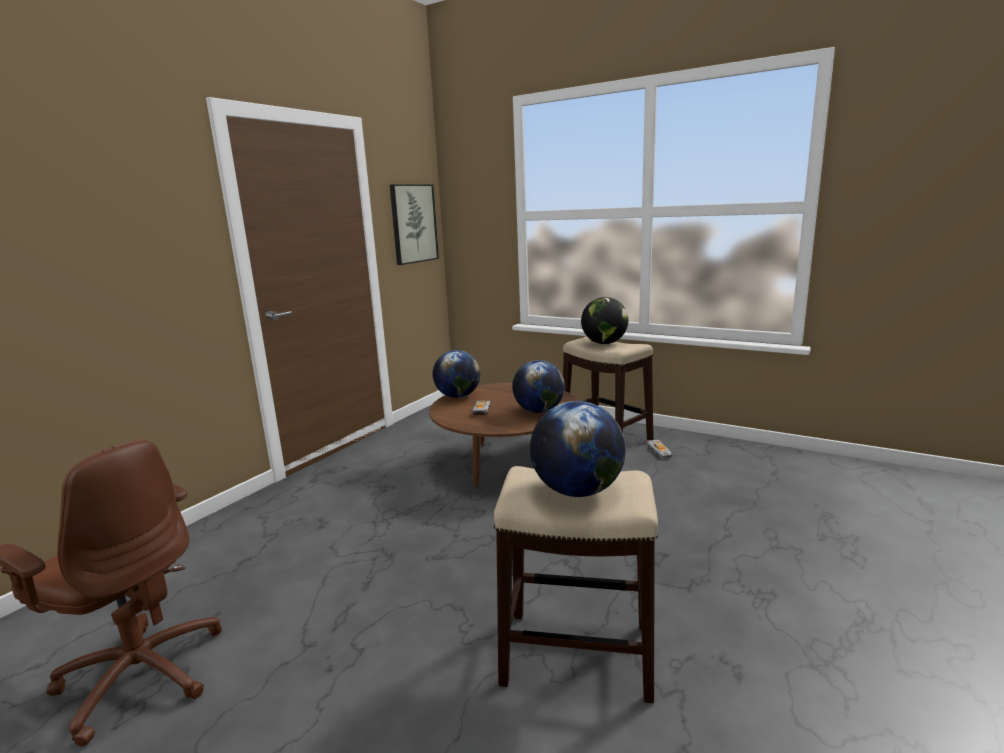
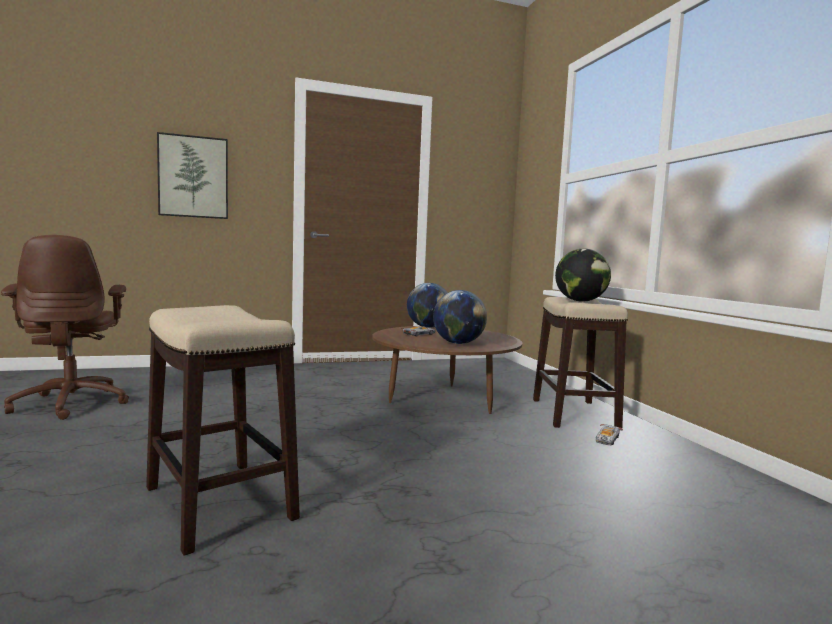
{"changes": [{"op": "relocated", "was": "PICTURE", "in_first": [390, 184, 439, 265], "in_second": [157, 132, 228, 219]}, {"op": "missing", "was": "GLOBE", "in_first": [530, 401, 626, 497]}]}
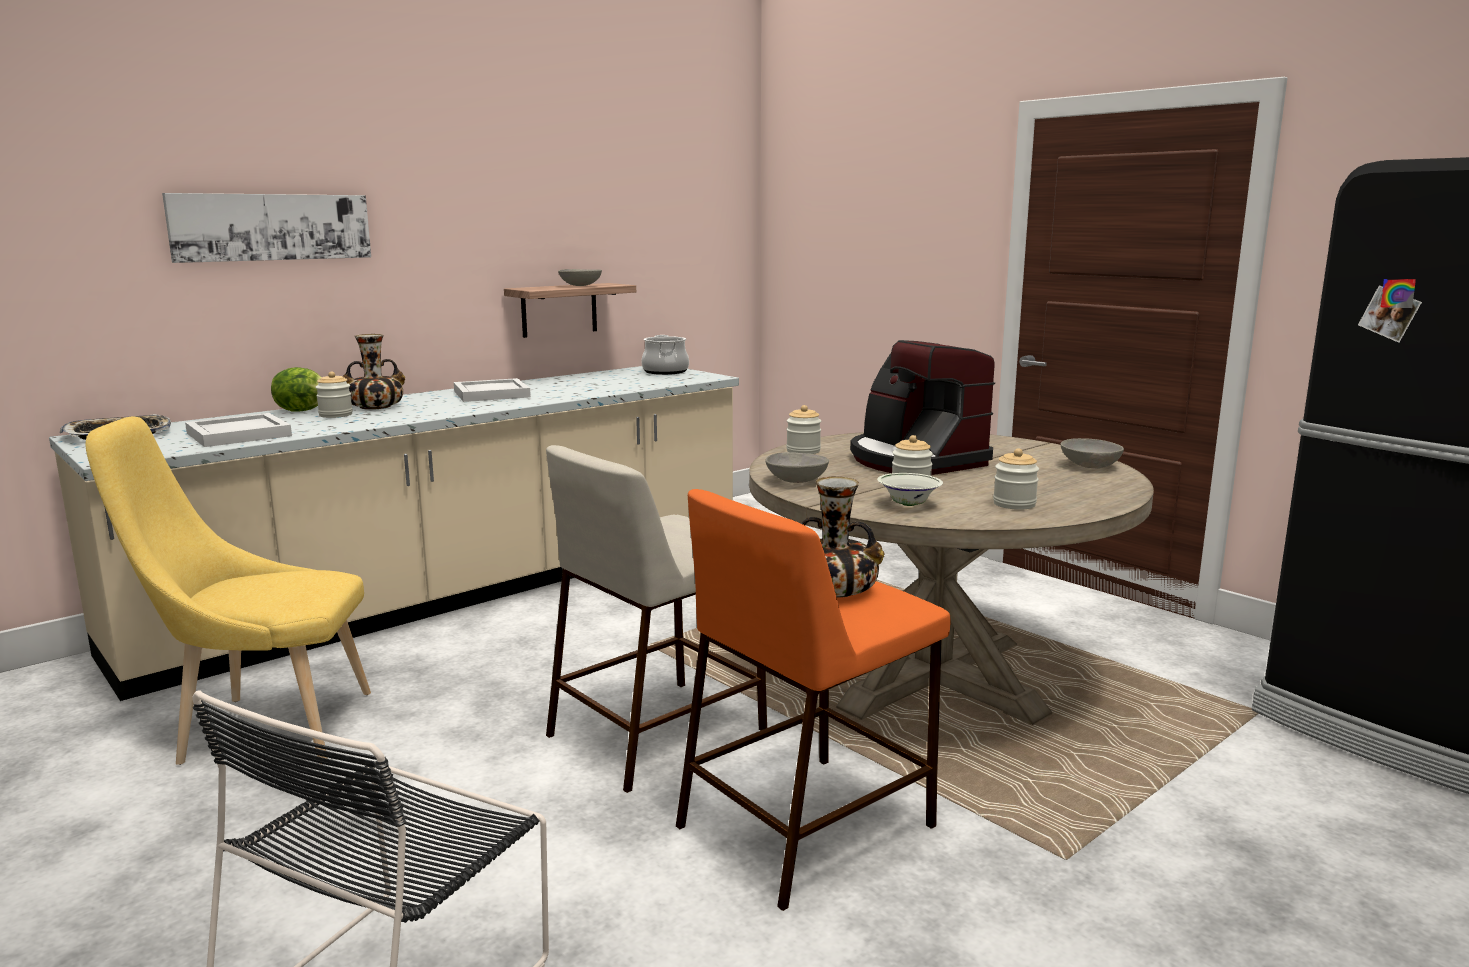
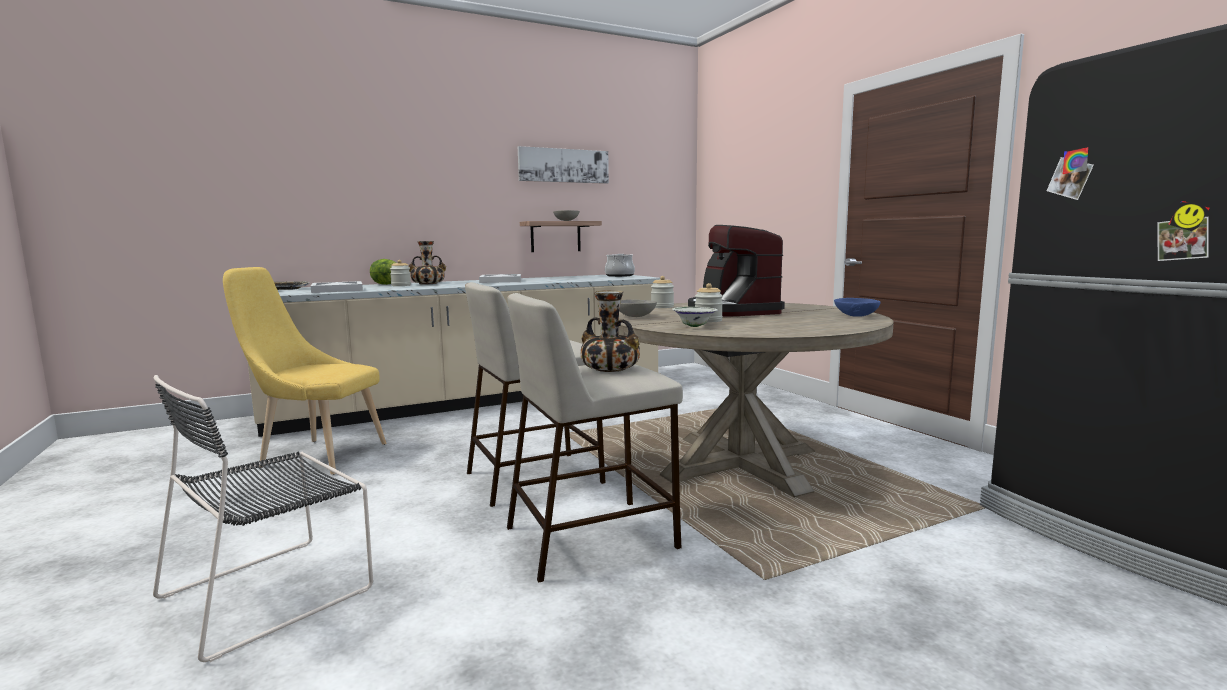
{"changes": [{"op": "relocated", "was": "PICTURE", "in_first": [162, 193, 371, 263], "in_second": [518, 146, 609, 184]}, {"op": "colour", "was": "ORANGE STOOL", "now": "BEIGE STOOL", "in_first": [676, 489, 950, 911], "in_second": [507, 293, 683, 582]}, {"op": "missing", "was": "JAR", "in_first": [993, 448, 1039, 510]}, {"op": "colour", "was": "GREY BOWL", "now": "BLUE BOWL", "in_first": [1060, 438, 1124, 468], "in_second": [834, 298, 881, 317]}]}
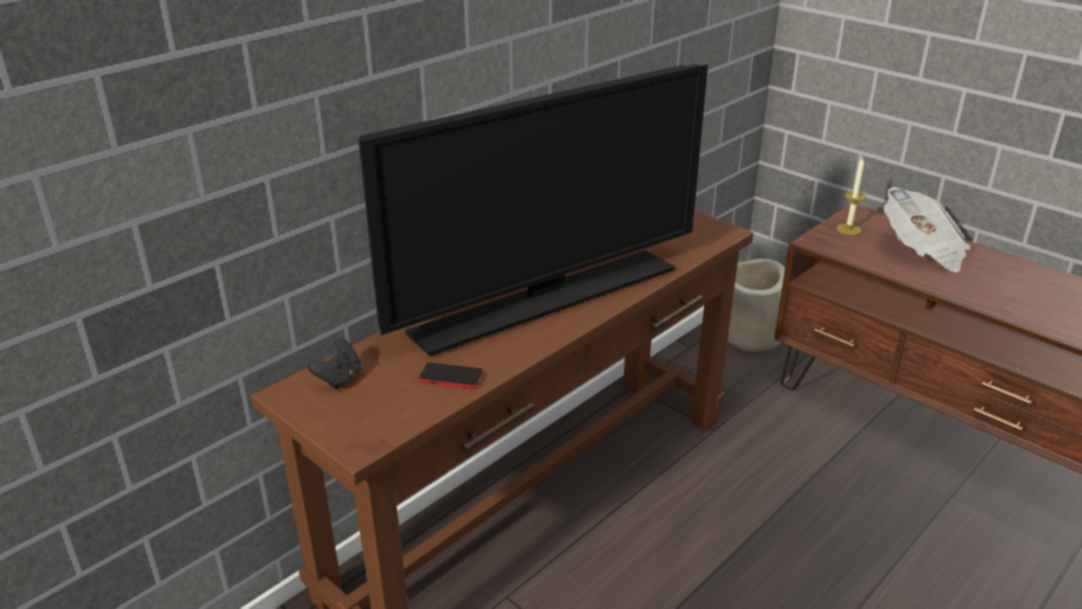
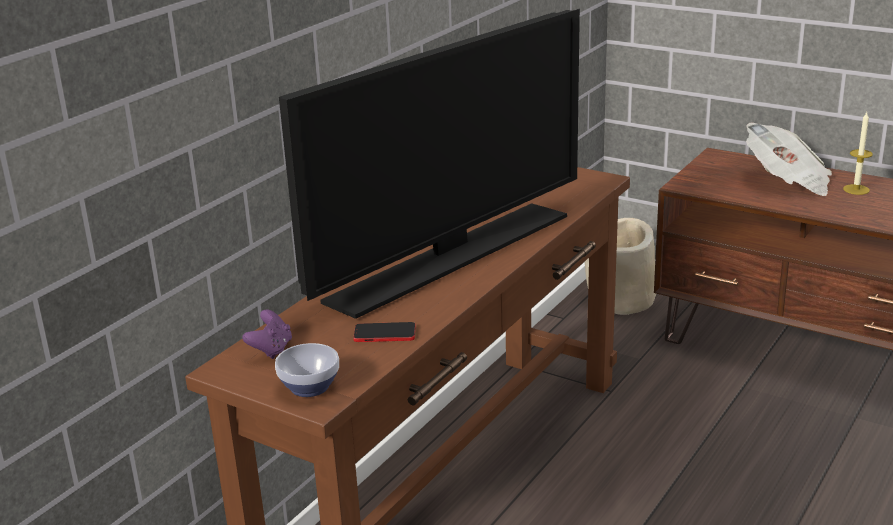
{"changes": [{"op": "colour", "was": "BLACK GAME CONTROLLER", "now": "PURPLE GAME CONTROLLER", "in_first": [308, 338, 361, 389], "in_second": [242, 310, 292, 359]}, {"op": "relocated", "was": "CANDLE", "in_first": [837, 157, 866, 235], "in_second": [843, 112, 873, 195]}, {"op": "appeared", "now": "BOWL", "in_second": [275, 343, 339, 397]}]}
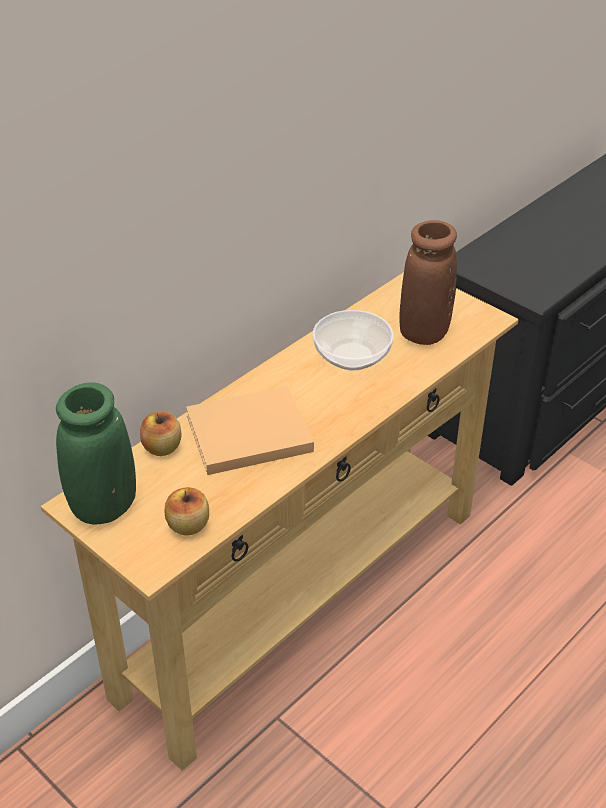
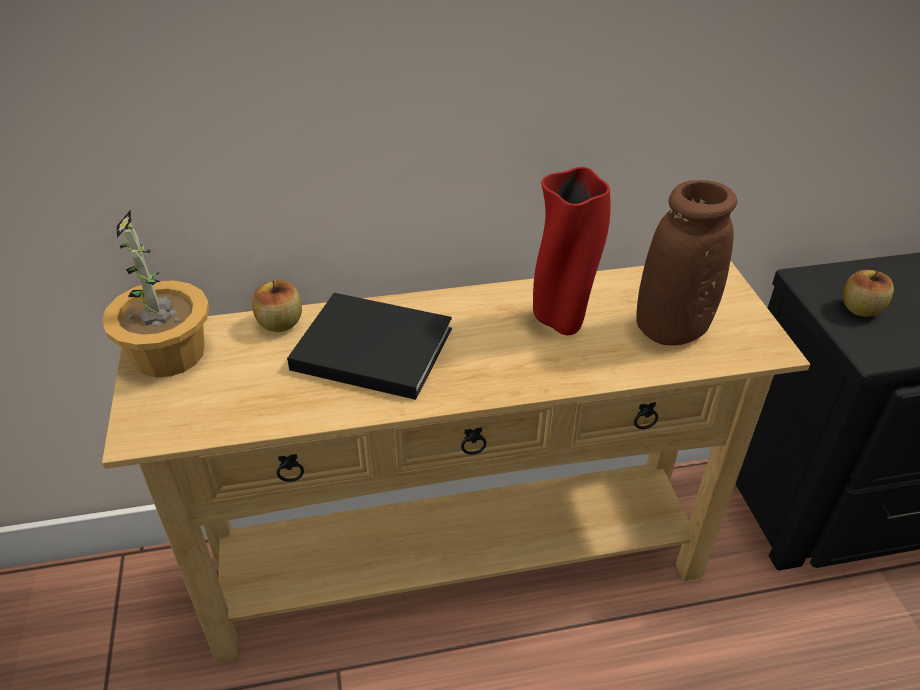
{"changes": [{"op": "exchanged", "was": "GREEN VASE", "now": "POTTED PLANT", "in_first": [56, 382, 136, 524], "in_second": [102, 210, 209, 378]}, {"op": "relocated", "was": "APPLE", "in_first": [165, 487, 209, 536], "in_second": [843, 270, 894, 317]}, {"op": "colour", "was": "BEIGE BOOK", "now": "BLACK BOOK", "in_first": [186, 386, 314, 475], "in_second": [287, 293, 452, 400]}, {"op": "exchanged", "was": "BOWL", "now": "RED VASE", "in_first": [313, 310, 394, 371], "in_second": [533, 167, 611, 335]}]}
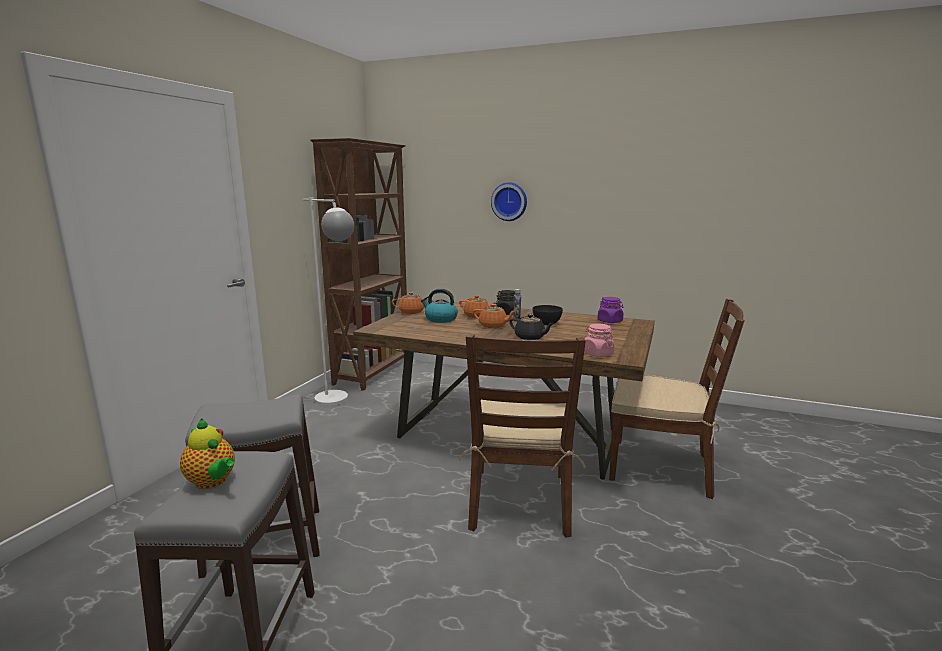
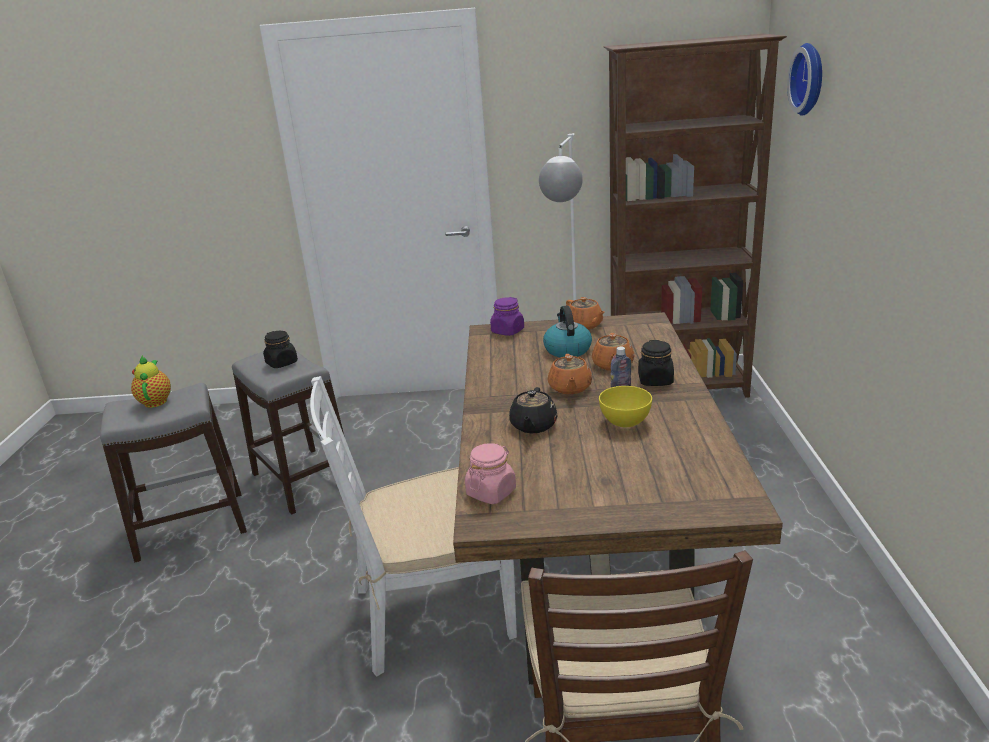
{"changes": [{"op": "spun", "was": "TEAPOT", "in_first": [180, 418, 235, 489], "in_second": [131, 355, 171, 408], "clockwise": 150}, {"op": "colour", "was": "BROWN CHAIR", "now": "WHITE CHAIR", "in_first": [458, 334, 586, 538], "in_second": [310, 376, 517, 677]}, {"op": "relocated", "was": "WALL CLOCK", "in_first": [491, 182, 527, 221], "in_second": [787, 43, 822, 116]}, {"op": "colour", "was": "BLACK BOWL", "now": "YELLOW BOWL", "in_first": [533, 305, 563, 325], "in_second": [599, 386, 652, 427]}, {"op": "relocated", "was": "PURPLE JAR", "in_first": [597, 297, 623, 323], "in_second": [490, 297, 524, 336]}, {"op": "appeared", "now": "BLACK JAR", "in_second": [263, 331, 298, 368]}]}
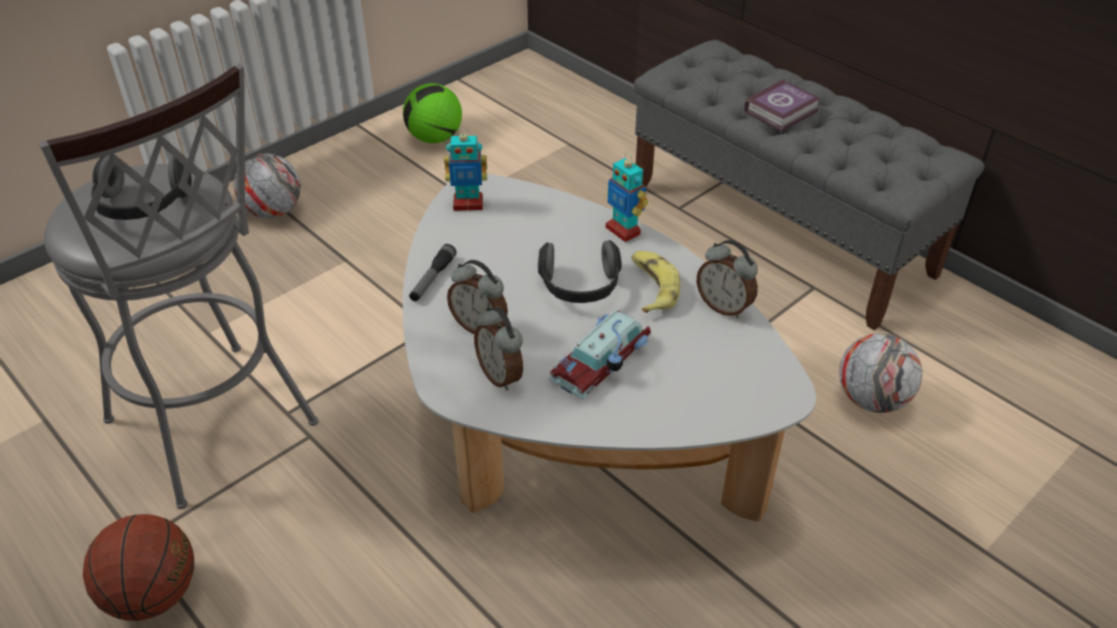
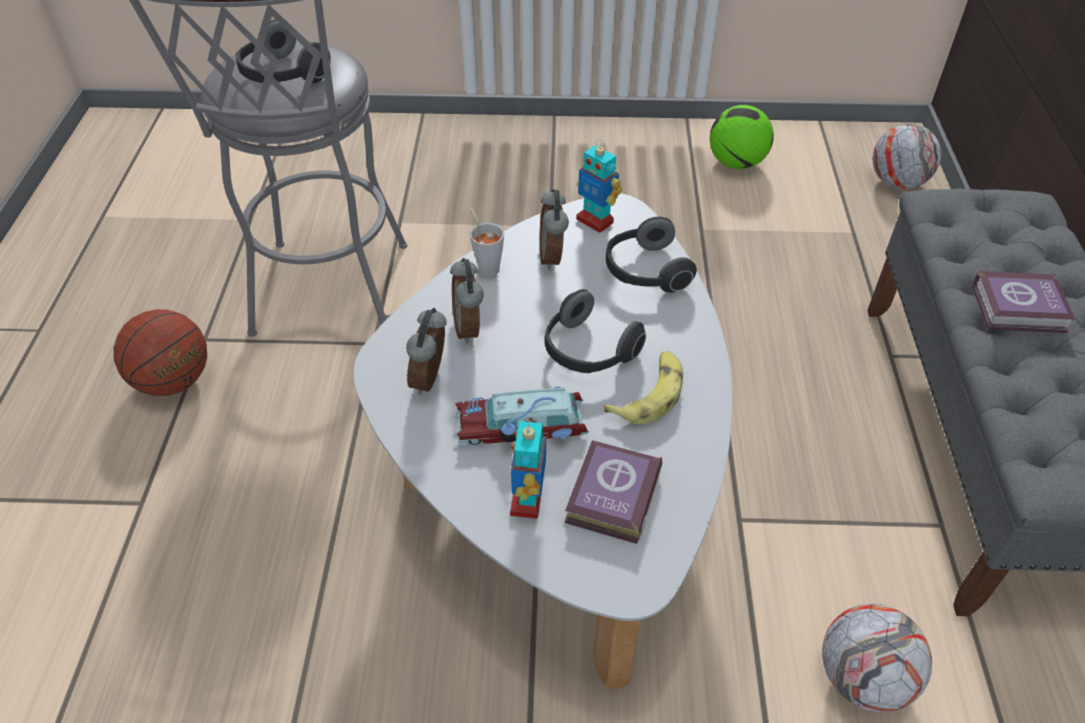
{"changes": [{"op": "relocated", "was": "FOOTBALL", "in_first": [234, 154, 301, 218], "in_second": [873, 124, 941, 189]}, {"op": "exchanged", "was": "FLASHLIGHT", "now": "GREY CUP", "in_first": [409, 244, 457, 301], "in_second": [470, 207, 504, 277]}, {"op": "relocated", "was": "TOY ROBOT", "in_first": [606, 152, 648, 242], "in_second": [510, 420, 546, 519]}, {"op": "relocated", "was": "ALARM CLOCK", "in_first": [697, 240, 758, 318], "in_second": [539, 189, 569, 271]}, {"op": "appeared", "now": "BOOK", "in_second": [565, 440, 662, 544]}, {"op": "appeared", "now": "HEADPHONES", "in_second": [606, 217, 697, 293]}]}
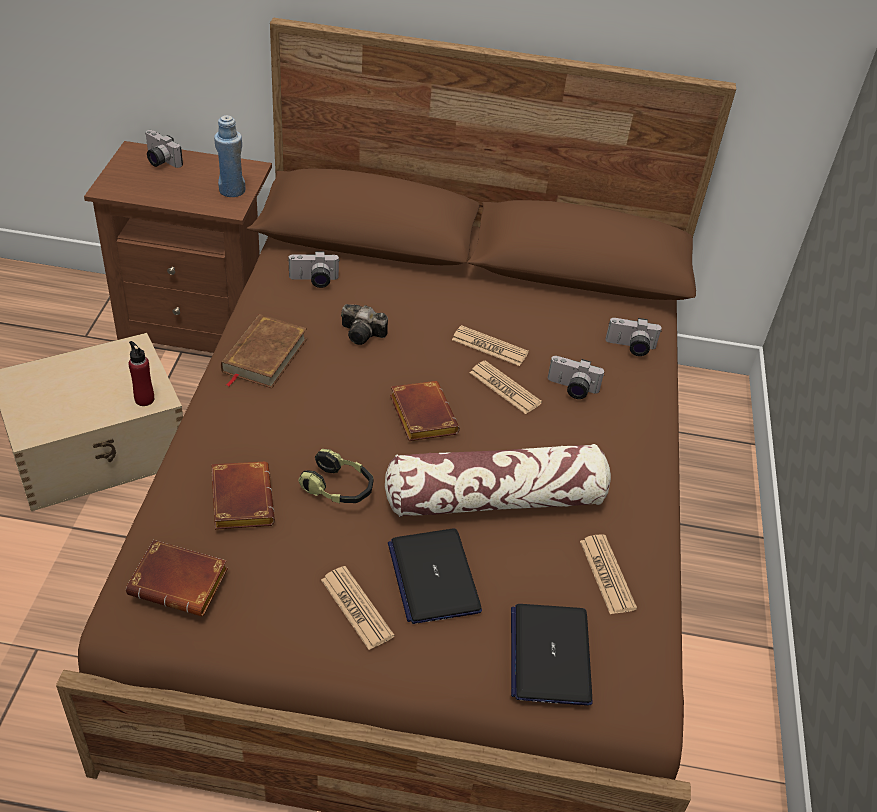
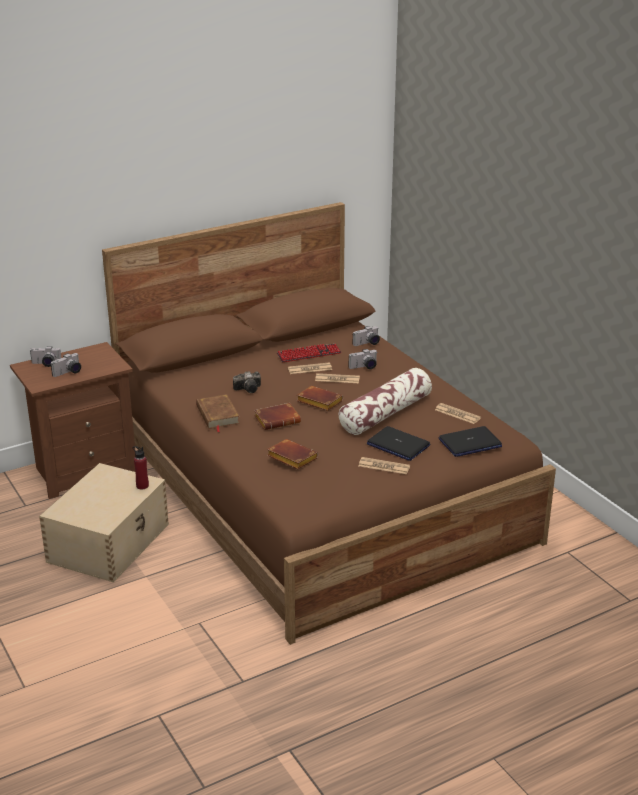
{"changes": [{"op": "relocated", "was": "BROWN BOOK", "in_first": [126, 540, 228, 616], "in_second": [254, 403, 301, 430]}, {"op": "missing", "was": "BLUE BOTTLE", "in_first": [214, 115, 245, 197]}, {"op": "relocated", "was": "PHOTO CAMERA", "in_first": [288, 251, 339, 288], "in_second": [51, 353, 81, 377]}, {"op": "missing", "was": "HEADPHONES", "in_first": [298, 449, 374, 503]}, {"op": "spun", "was": "LAPTOP", "in_first": [511, 604, 593, 705], "in_second": [439, 426, 502, 457], "clockwise": -75}, {"op": "appeared", "now": "KEYBOARD", "in_second": [277, 344, 342, 362]}]}
